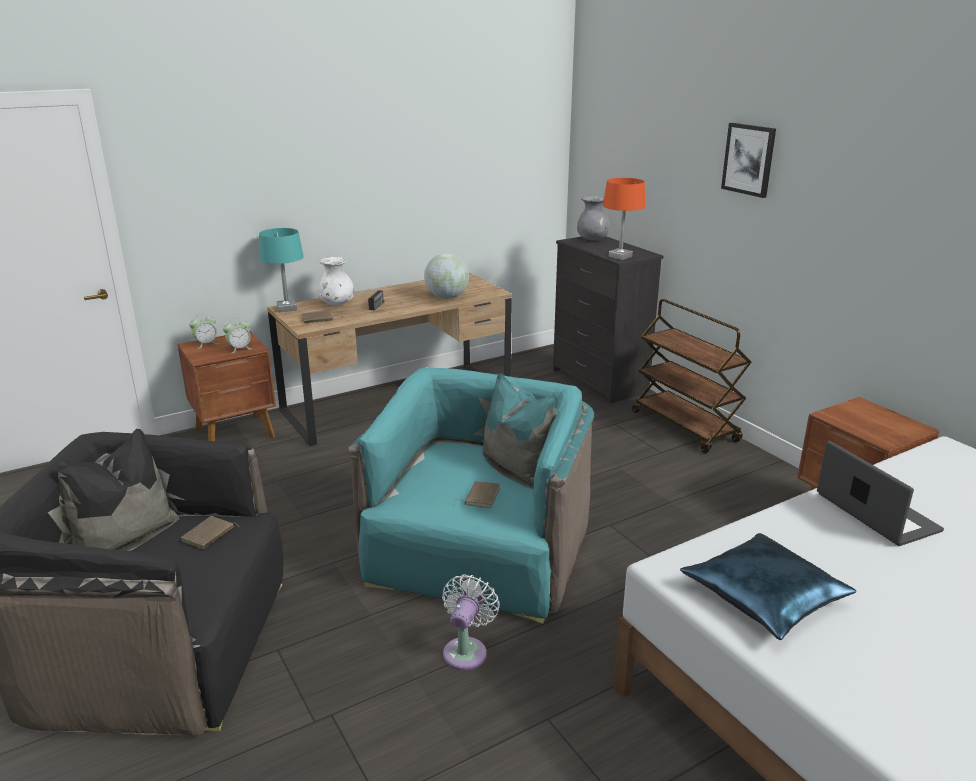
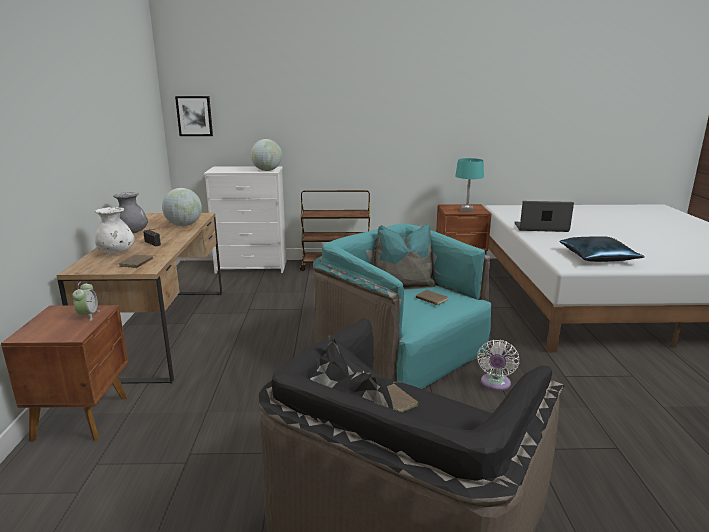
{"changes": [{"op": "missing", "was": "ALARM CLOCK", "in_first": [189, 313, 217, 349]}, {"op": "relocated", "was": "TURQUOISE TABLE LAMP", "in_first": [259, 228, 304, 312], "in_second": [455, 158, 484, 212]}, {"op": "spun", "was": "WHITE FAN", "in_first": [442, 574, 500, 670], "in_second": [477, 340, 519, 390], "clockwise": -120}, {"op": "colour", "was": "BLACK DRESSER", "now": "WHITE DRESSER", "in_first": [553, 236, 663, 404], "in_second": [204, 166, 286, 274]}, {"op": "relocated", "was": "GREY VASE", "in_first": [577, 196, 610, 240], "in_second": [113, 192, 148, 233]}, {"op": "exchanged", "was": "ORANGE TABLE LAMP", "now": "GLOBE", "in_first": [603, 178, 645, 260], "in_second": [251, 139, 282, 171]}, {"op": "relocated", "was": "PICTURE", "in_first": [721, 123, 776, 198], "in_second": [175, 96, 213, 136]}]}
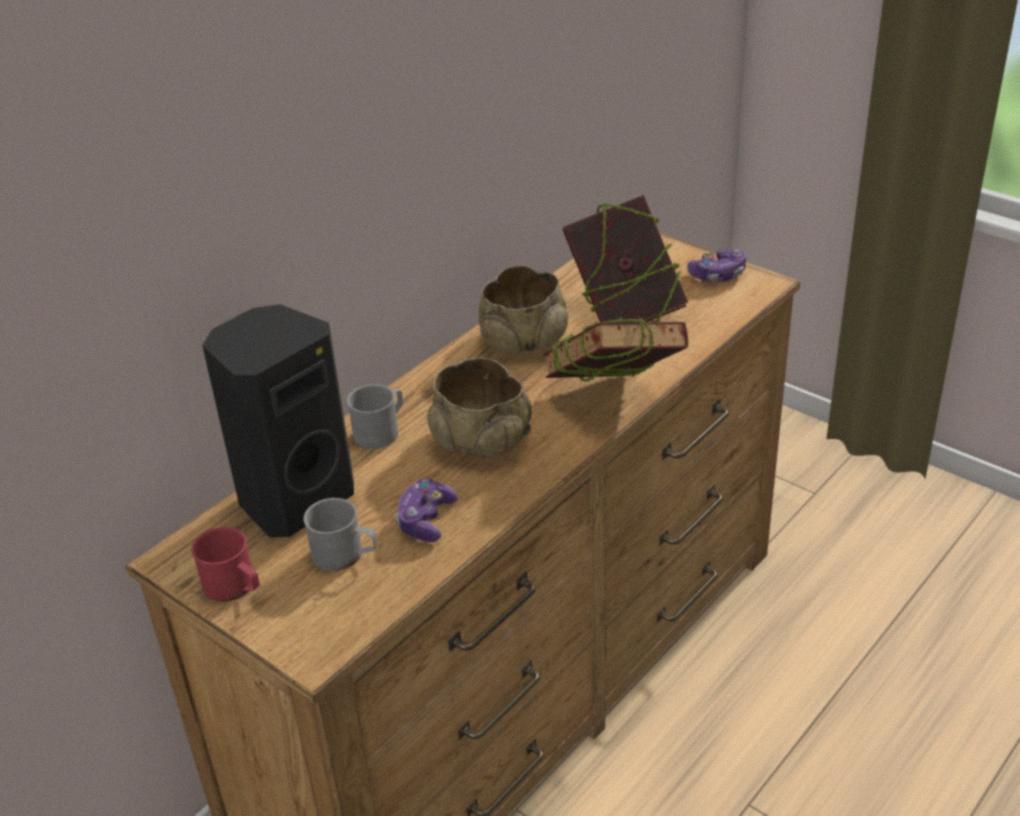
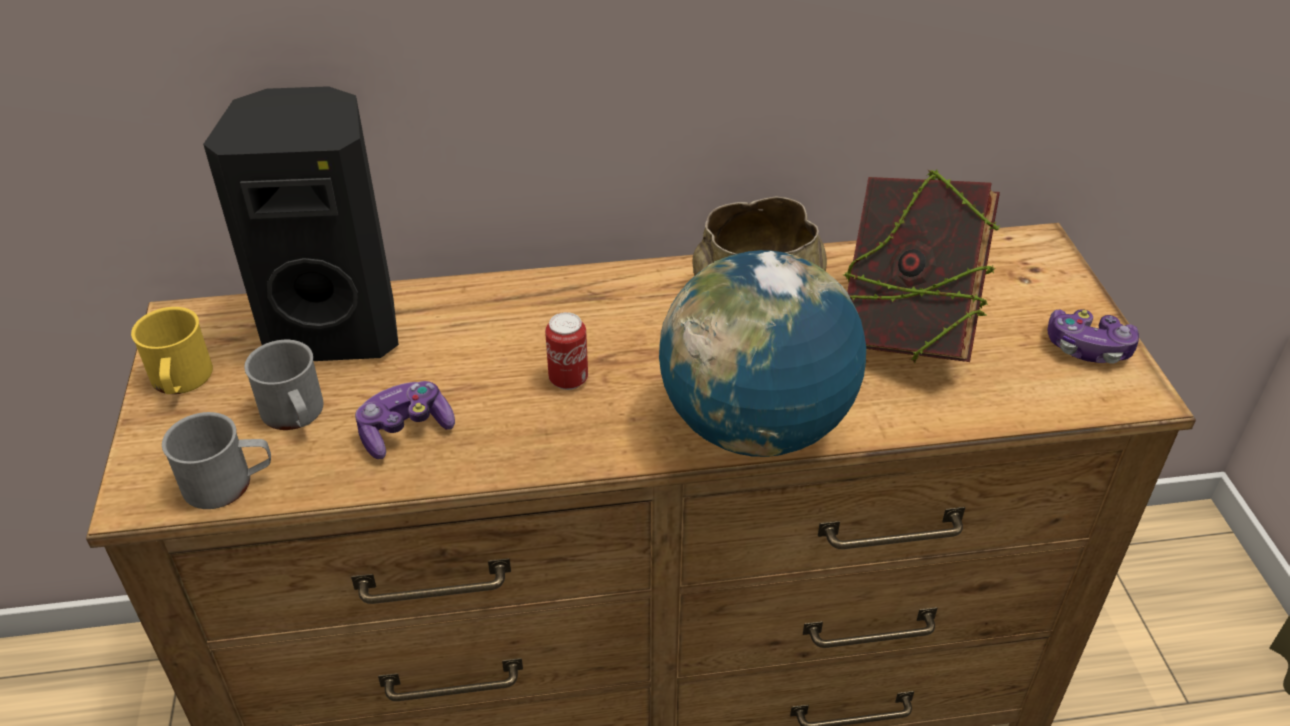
{"changes": [{"op": "colour", "was": "RED MUG", "now": "YELLOW MUG", "in_first": [191, 527, 260, 602], "in_second": [131, 307, 213, 394]}, {"op": "relocated", "was": "GREY MUG", "in_first": [347, 384, 403, 449], "in_second": [162, 412, 271, 509]}, {"op": "exchanged", "was": "BEIGE BOWL", "now": "CAN", "in_first": [427, 358, 532, 458], "in_second": [545, 312, 588, 390]}, {"op": "exchanged", "was": "BOOK", "now": "GLOBE", "in_first": [543, 317, 688, 382], "in_second": [659, 250, 866, 457]}]}
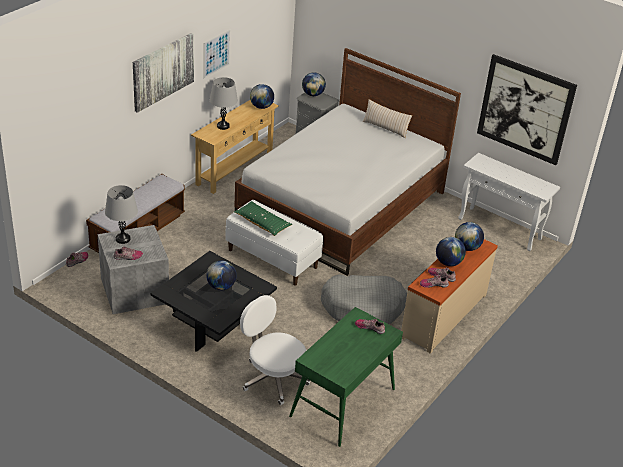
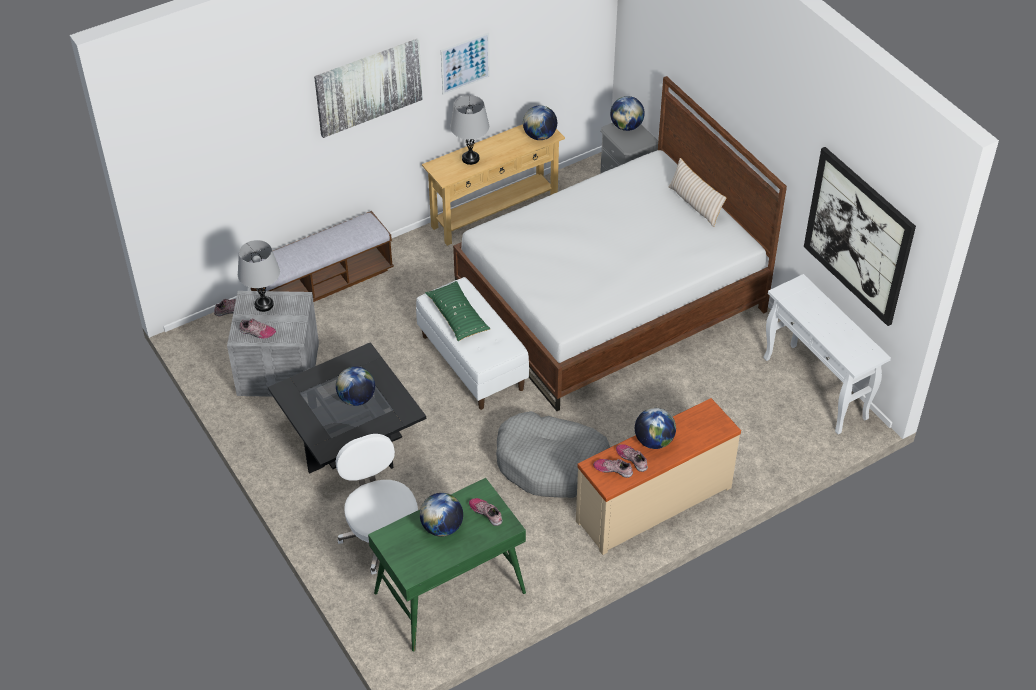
{"changes": [{"op": "relocated", "was": "GLOBE", "in_first": [455, 222, 484, 251], "in_second": [420, 493, 463, 537]}]}
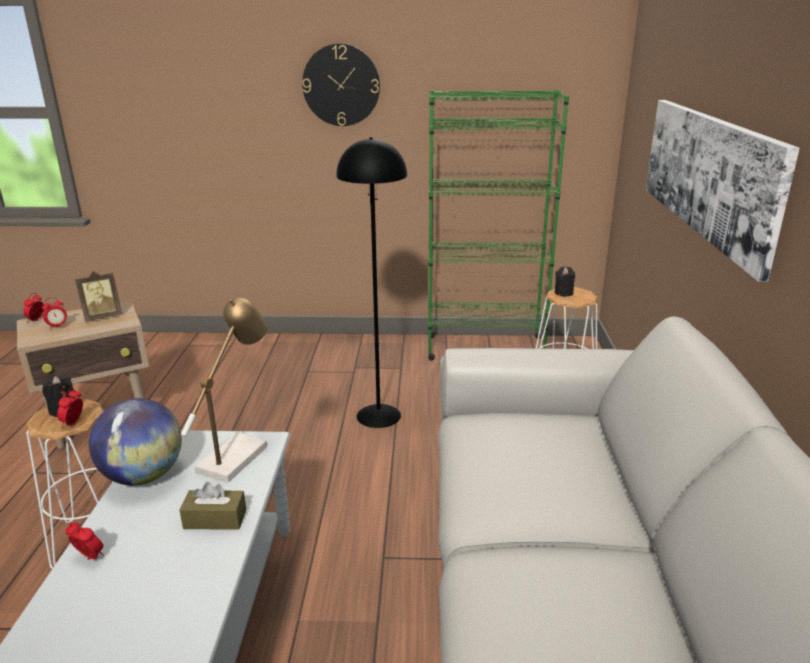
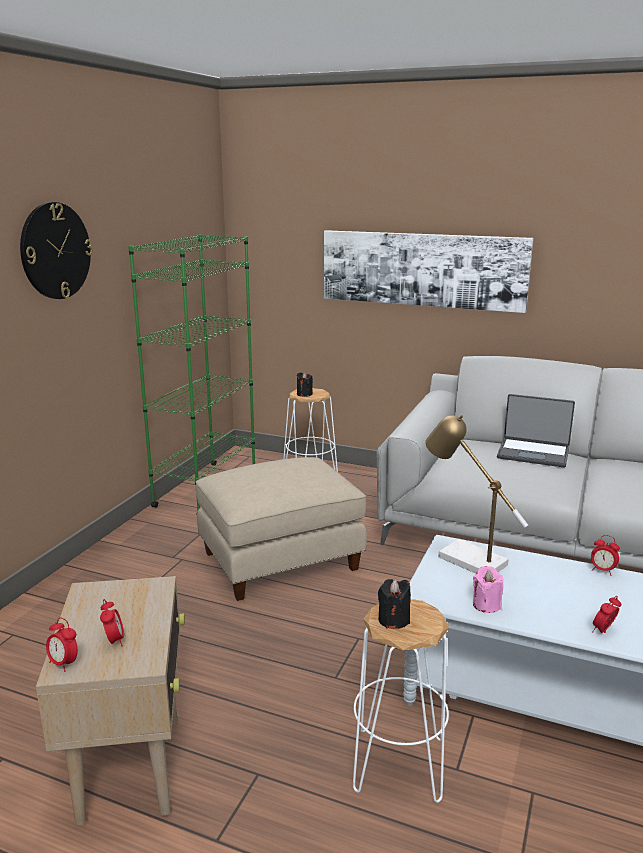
{"changes": [{"op": "relocated", "was": "ALARM CLOCK", "in_first": [57, 388, 83, 428], "in_second": [591, 535, 620, 576]}, {"op": "missing", "was": "PICTURE FRAME", "in_first": [75, 271, 122, 321]}, {"op": "exchanged", "was": "GLOBE", "now": "PINK CANDLE", "in_first": [89, 398, 182, 485], "in_second": [473, 566, 503, 613]}, {"op": "missing", "was": "BROWN TISSUE BOX", "in_first": [179, 482, 246, 530]}, {"op": "exchanged", "was": "BLACK FLOOR LAMP", "now": "BEIGE OTTOMAN", "in_first": [336, 137, 407, 428], "in_second": [196, 457, 367, 601]}, {"op": "appeared", "now": "LAPTOP", "in_second": [497, 394, 575, 467]}]}
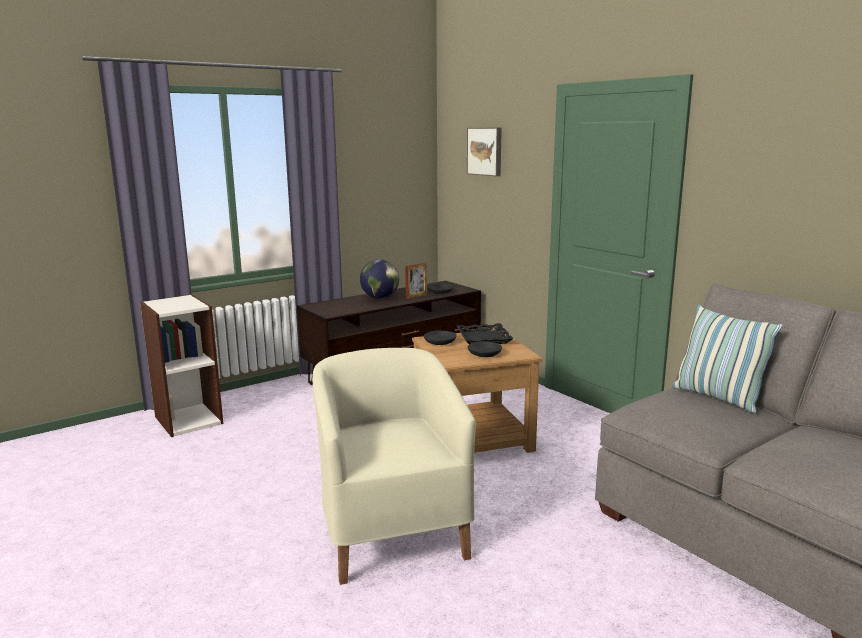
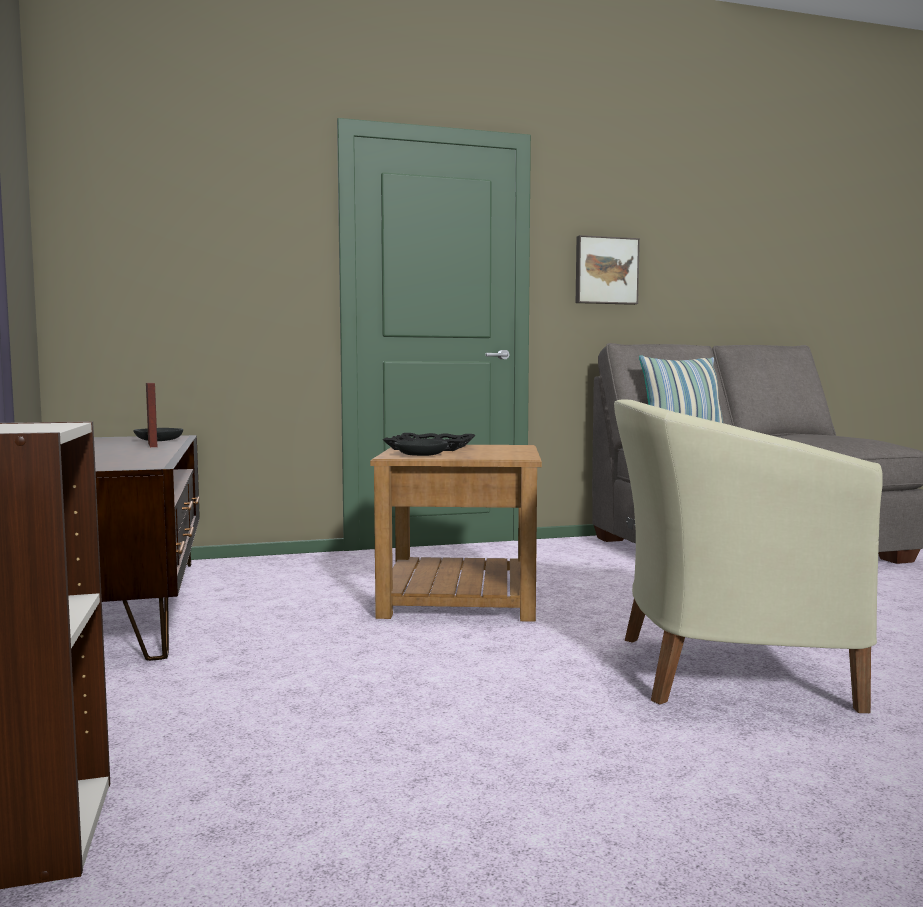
{"changes": [{"op": "missing", "was": "GLOBE", "in_first": [360, 259, 399, 299]}, {"op": "relocated", "was": "PICTURE", "in_first": [467, 128, 502, 176], "in_second": [576, 235, 640, 305]}, {"op": "missing", "was": "BLACK BOWL", "in_first": [468, 341, 502, 357]}]}
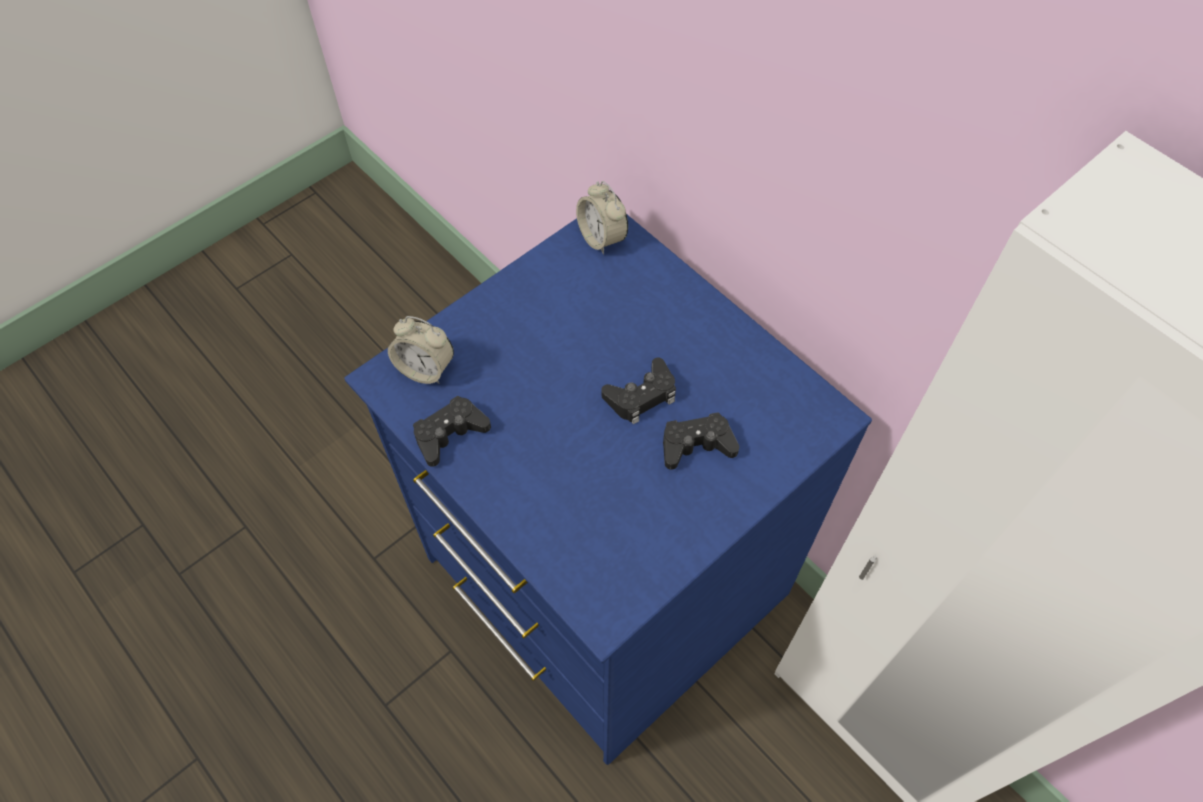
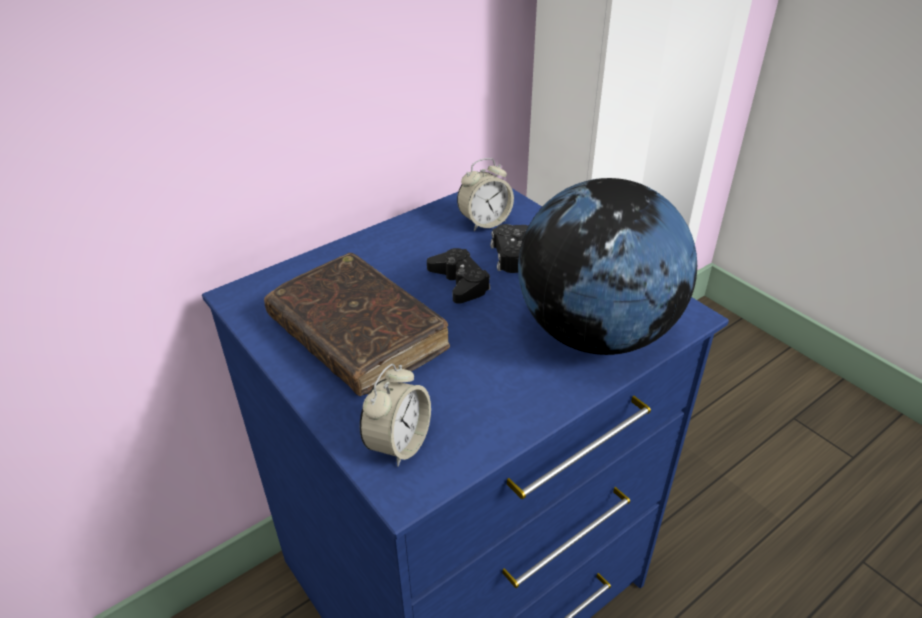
{"changes": [{"op": "missing", "was": "BLACK GAME CONTROLLER", "in_first": [413, 396, 491, 467]}, {"op": "relocated", "was": "ALARM CLOCK", "in_first": [576, 181, 628, 255], "in_second": [457, 158, 514, 231]}, {"op": "appeared", "now": "BROWN BOOK", "in_second": [264, 253, 450, 396]}, {"op": "appeared", "now": "GLOBE", "in_second": [518, 178, 697, 355]}]}
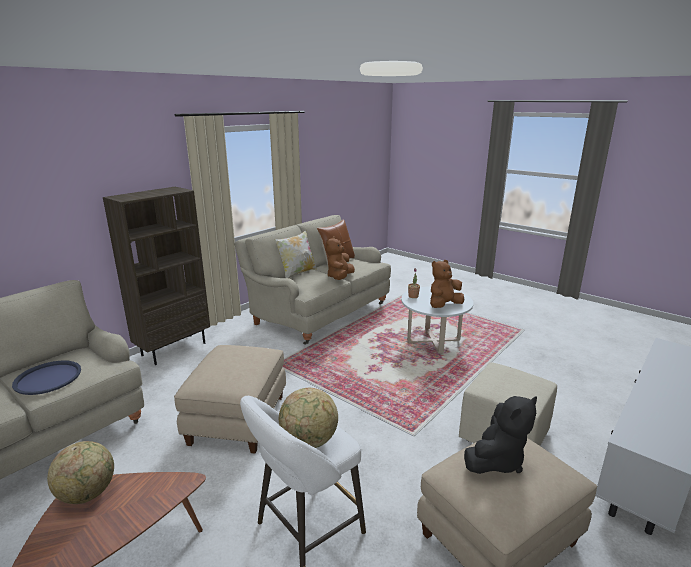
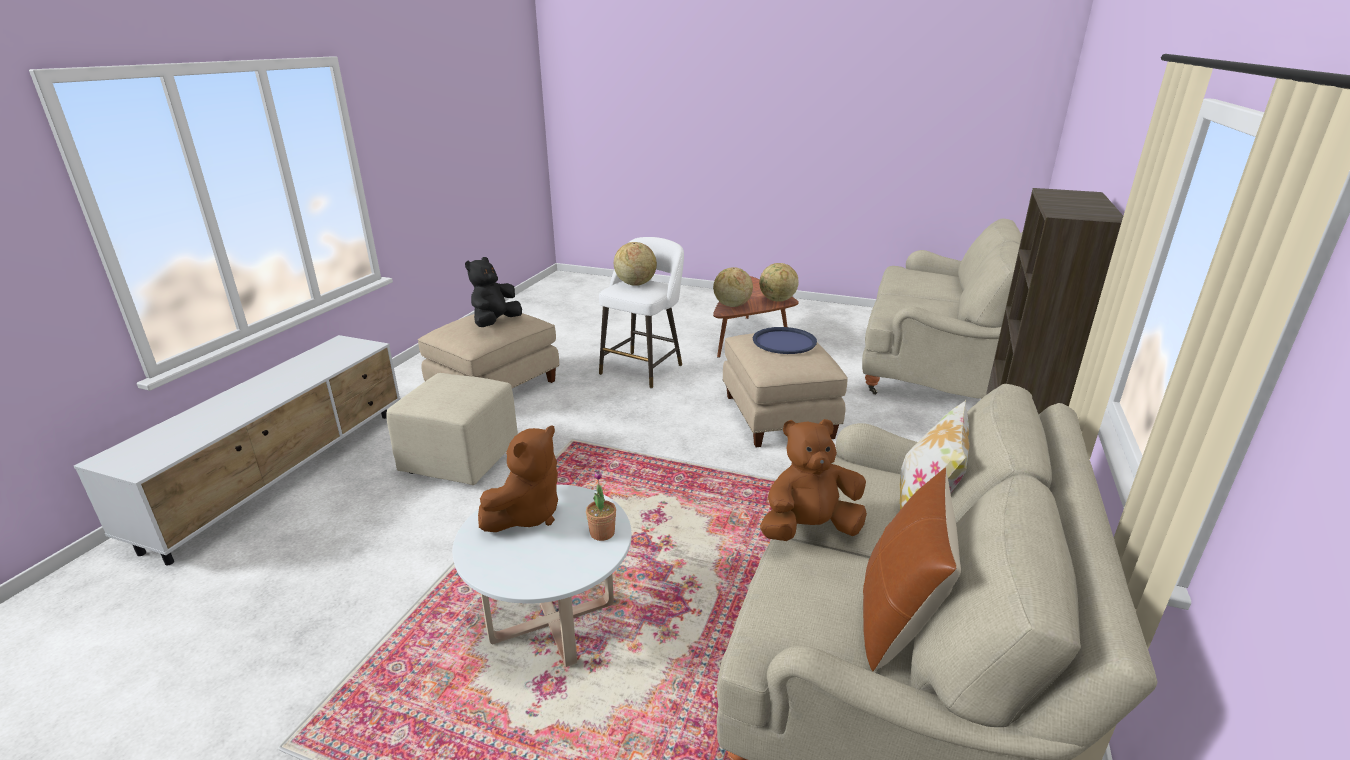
{"changes": [{"op": "relocated", "was": "BLUE TRAY", "in_first": [12, 361, 81, 395], "in_second": [753, 327, 817, 354]}, {"op": "spun", "was": "BROWN PLUSH TOY", "in_first": [326, 237, 355, 280], "in_second": [760, 419, 867, 541], "clockwise": -105}, {"op": "appeared", "now": "GLOBE", "in_second": [713, 267, 753, 307]}]}
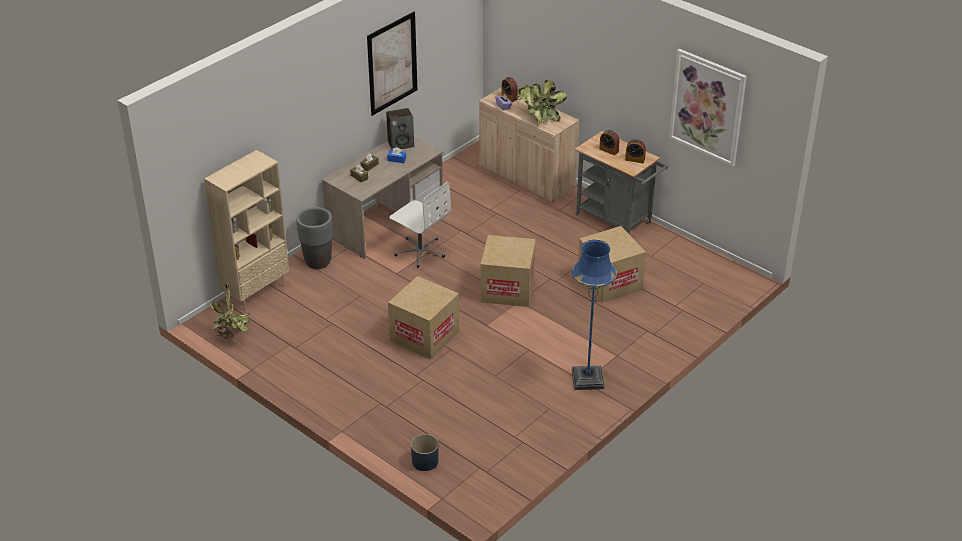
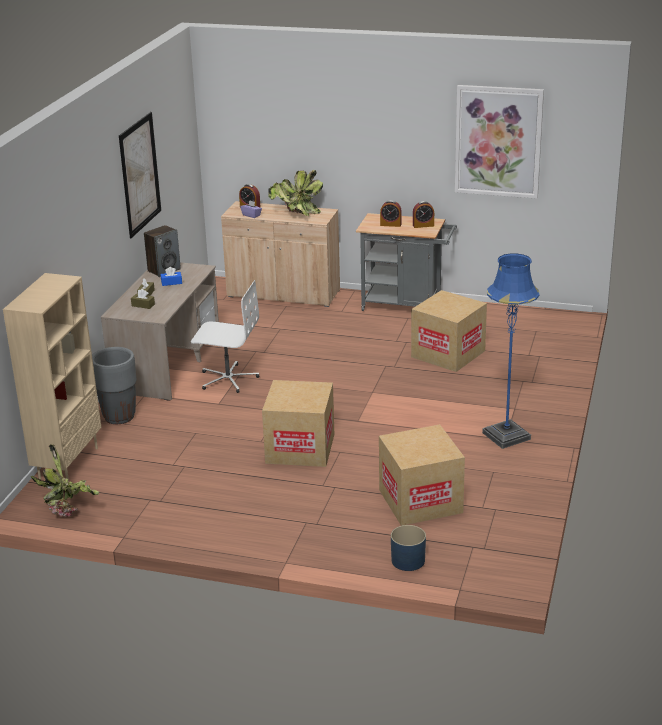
{"changes": [{"op": "relocated", "was": "CARDBOARD BOX", "in_first": [481, 235, 536, 307], "in_second": [379, 424, 465, 526]}]}
